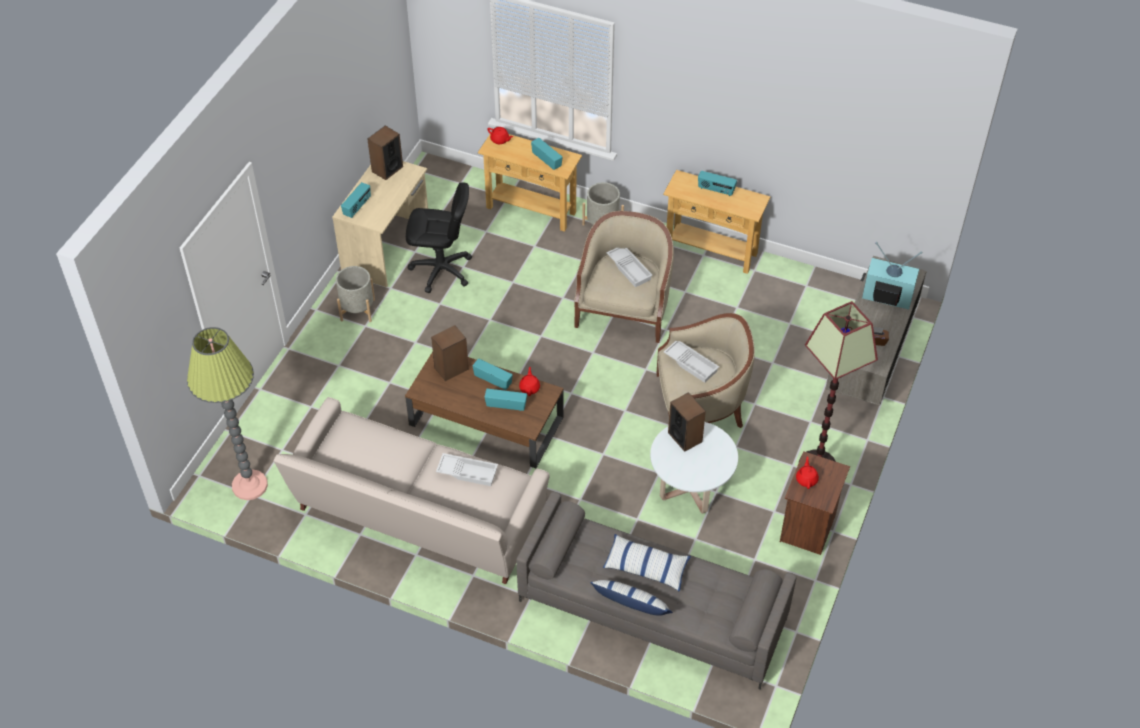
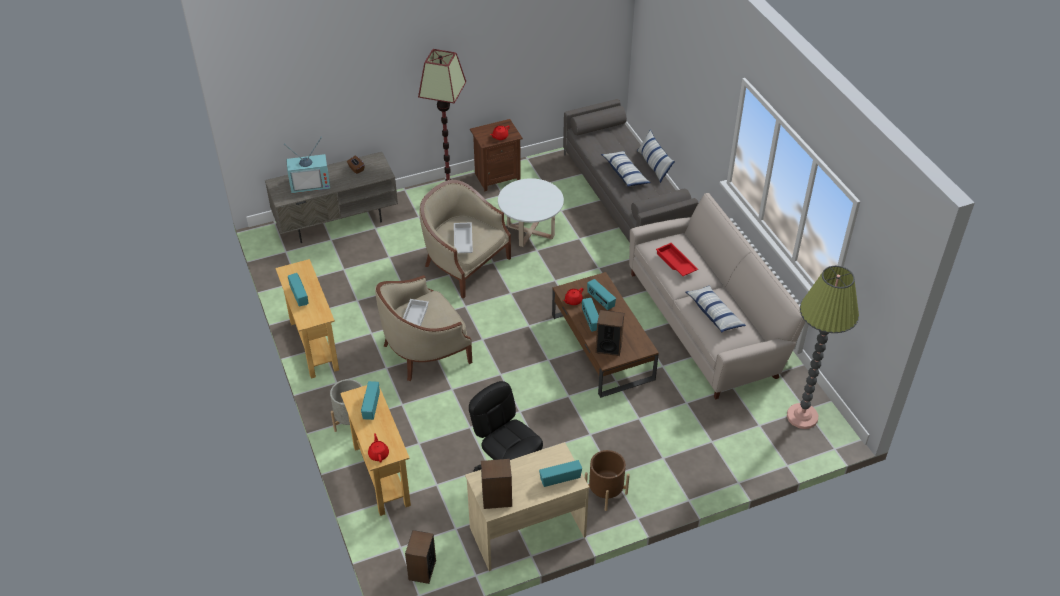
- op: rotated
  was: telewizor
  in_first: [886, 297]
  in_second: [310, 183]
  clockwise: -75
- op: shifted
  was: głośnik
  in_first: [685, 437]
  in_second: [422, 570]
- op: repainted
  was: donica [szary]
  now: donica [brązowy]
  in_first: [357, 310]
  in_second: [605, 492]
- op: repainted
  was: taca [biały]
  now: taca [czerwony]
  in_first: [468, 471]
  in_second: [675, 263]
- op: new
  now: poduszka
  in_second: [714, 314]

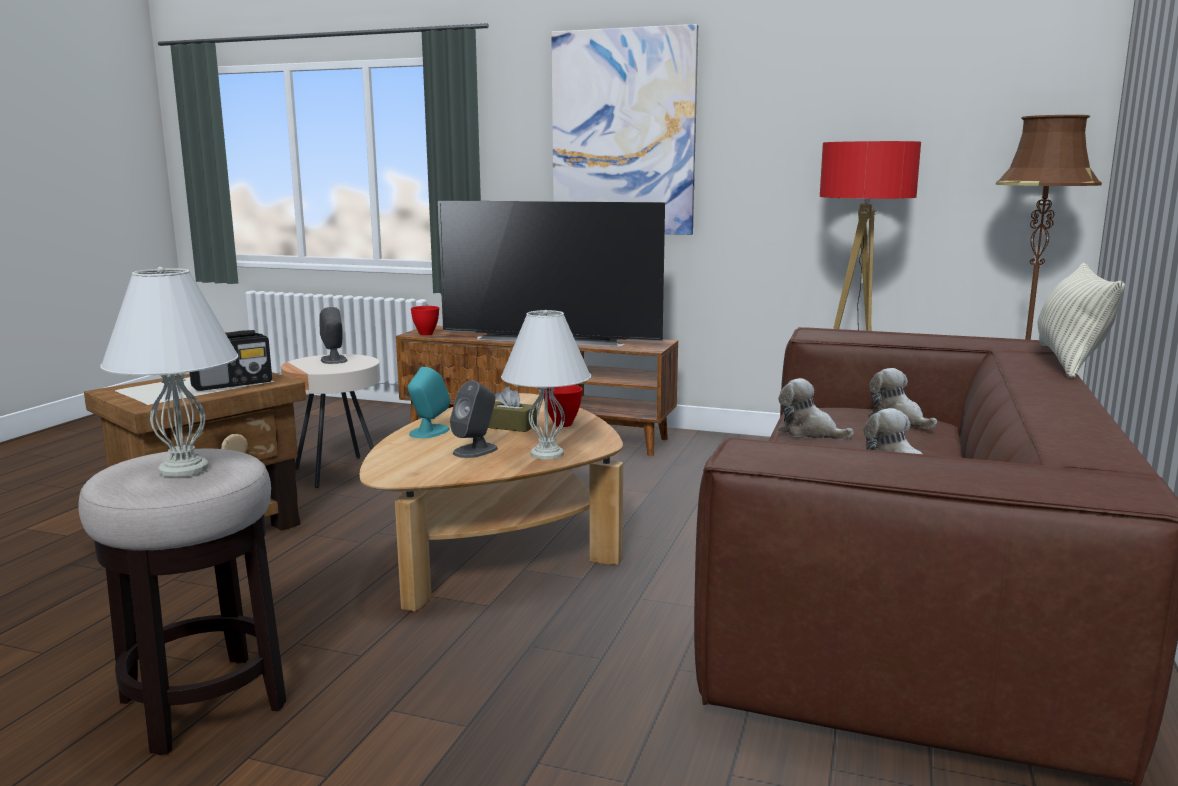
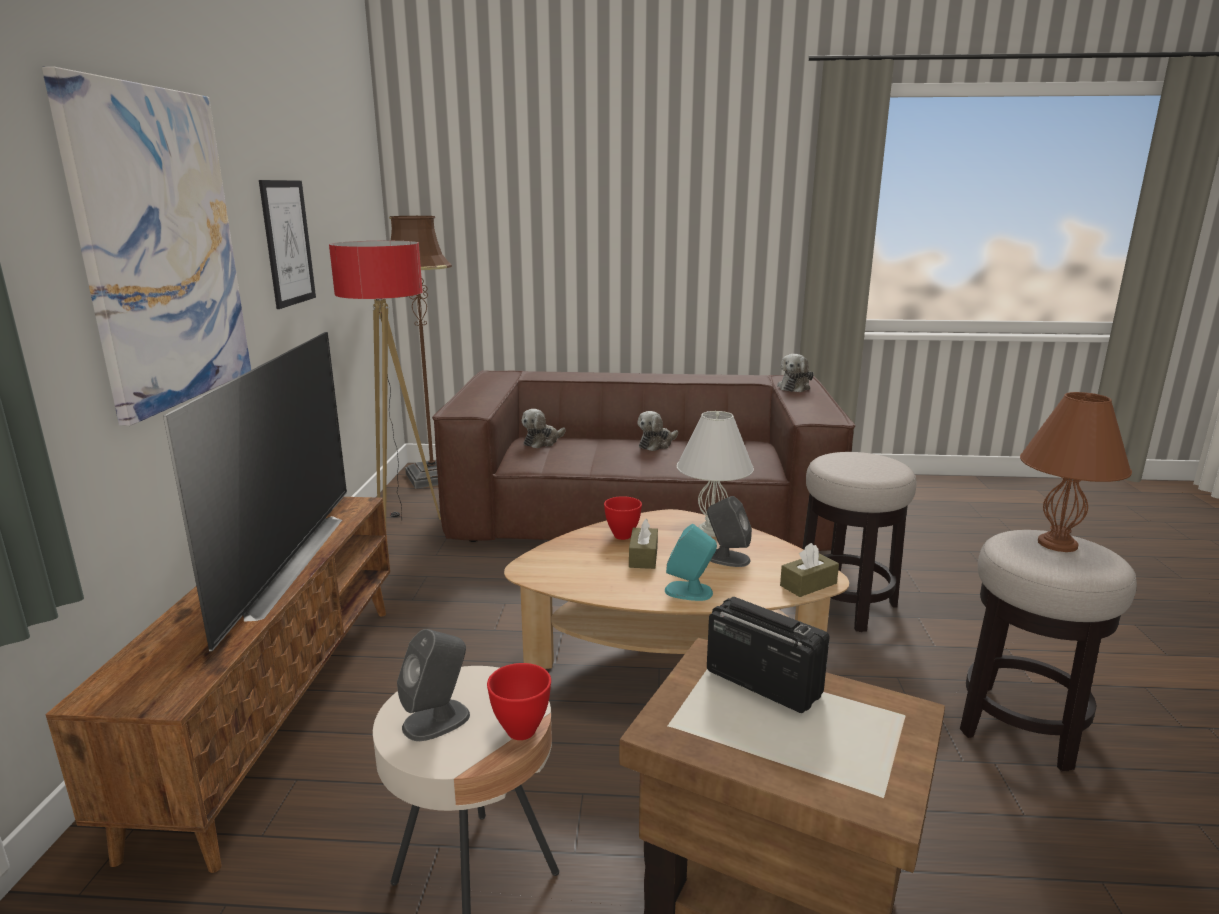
- op: new
  now: obraz
  in_second: [288, 243]
- op: shifted
  was: miska [czerwony]
  in_first: [425, 334]
  in_second: [520, 732]
- op: shifted
  was: pluszak
  in_first: [809, 432]
  in_second: [794, 387]
- op: new
  now: pudełko chusteczek [brązowy]
  in_second: [808, 584]
- op: new
  now: stołek
  in_second: [846, 605]
- op: repainted
  was: lampa stołowa [biały]
  now: lampa stołowa [brązowy]
  in_first: [185, 468]
  in_second: [1056, 544]
- op: gone
  was: poduszka
  in_first: [1069, 361]

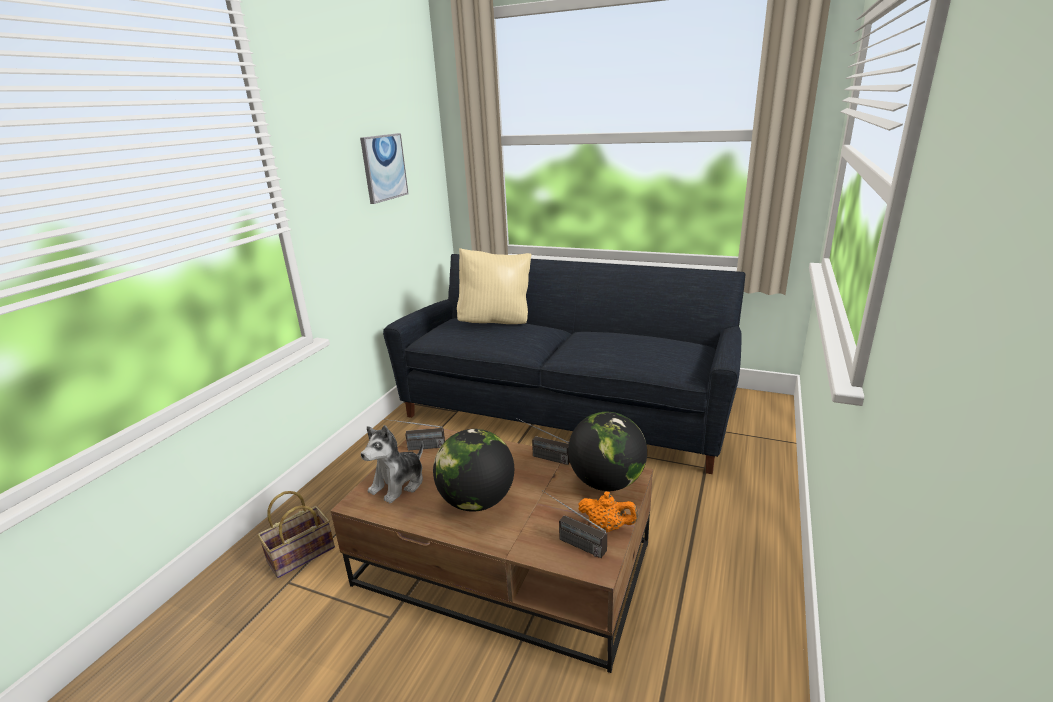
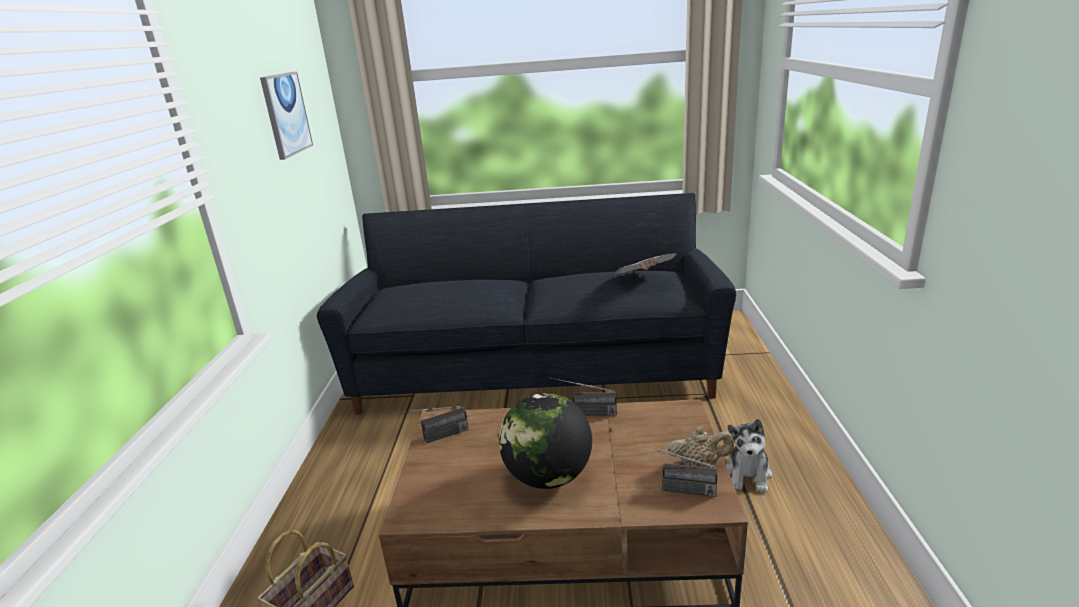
- op: new
  now: gazeta
  in_second: [644, 280]
- op: repainted
  was: imbryk [pomarańczowy]
  now: imbryk [beżowy]
  in_first: [607, 527]
  in_second: [699, 465]
- op: shifted
  was: pluszak
  in_first: [398, 484]
  in_second: [748, 474]
- op: gone
  was: poduszka [beżowy]
  in_first: [496, 322]
- op: gone
  was: globus
  in_first: [606, 482]

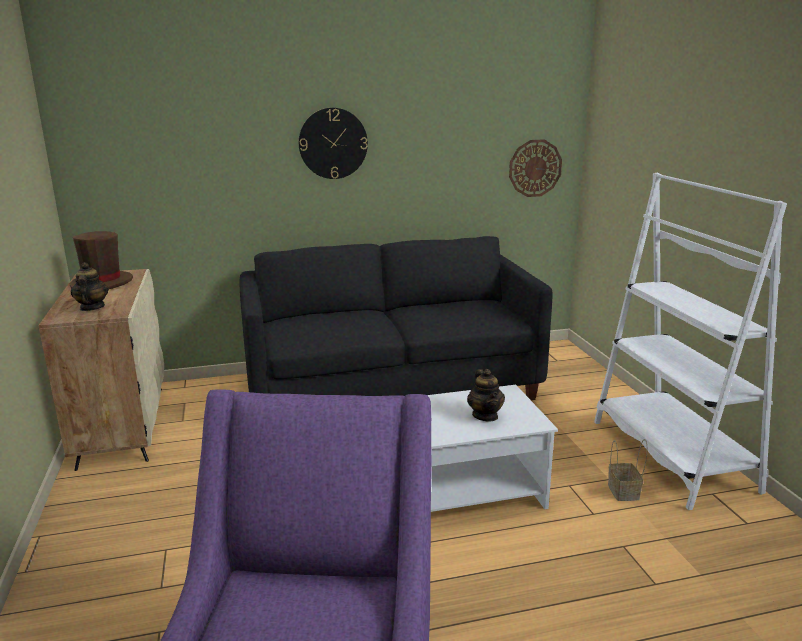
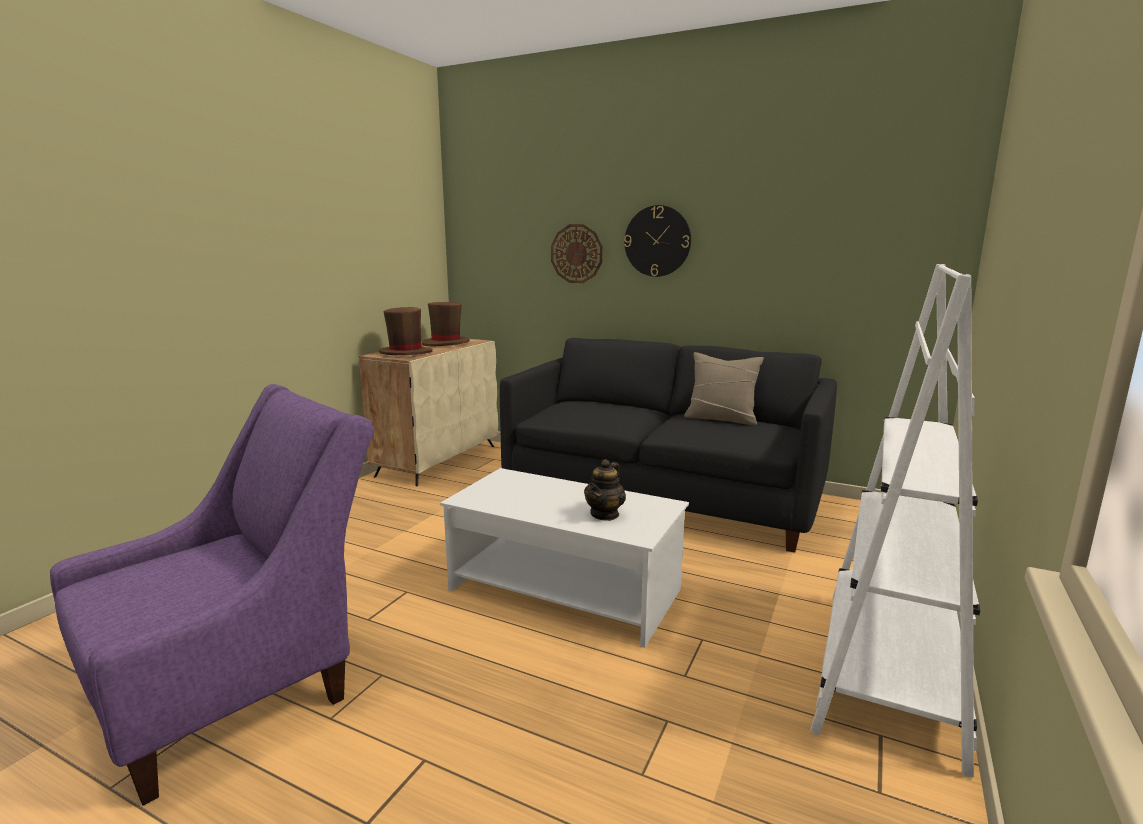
- op: swapped
  was: imbryk
  now: kapelusz [brązowy]
  in_first: [92, 307]
  in_second: [405, 353]
- op: shifted
  was: zegar ścienny
  in_first: [535, 168]
  in_second: [576, 253]
- op: new
  now: poduszka [beżowy]
  in_second: [721, 419]
- op: gone
  was: koszyk
  in_first: [624, 492]

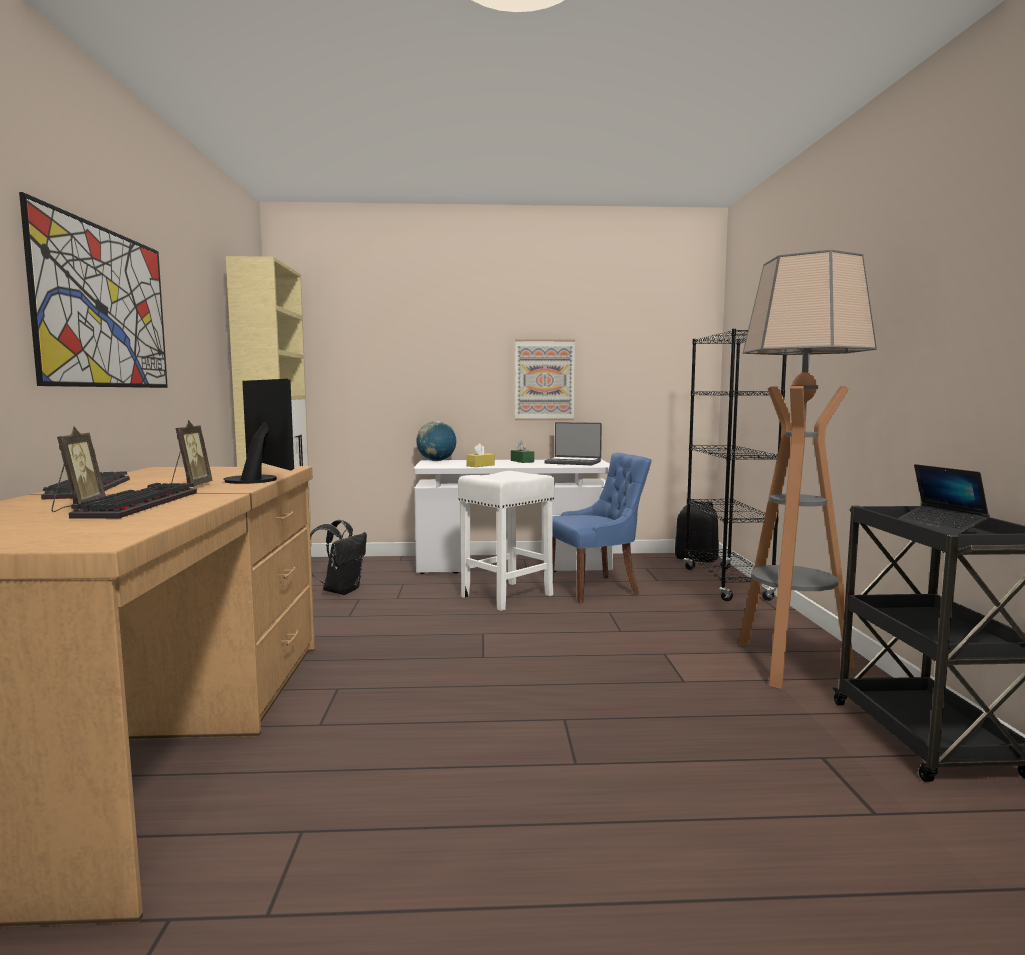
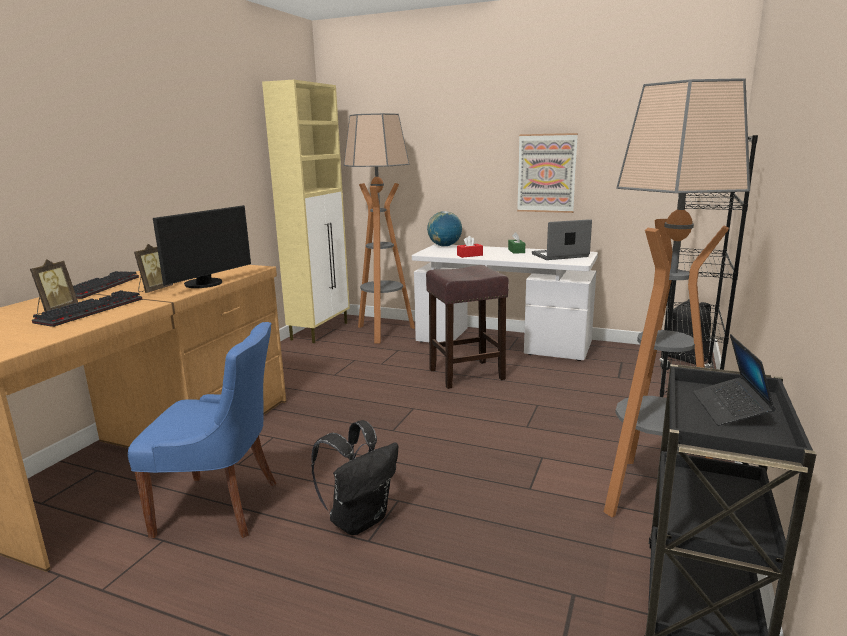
- op: shifted
  was: krzesło [niebieski]
  in_first: [595, 588]
  in_second: [221, 507]
- op: rotated
  was: monitor
  in_first: [257, 479]
  in_second: [206, 284]
  clockwise: 45
- op: shifted
  was: plecak [czarny]
  in_first: [341, 590]
  in_second: [359, 519]
- op: new
  now: lampa stojąca
  in_second: [383, 332]
- op: repainted
  was: stołek [biały]
  now: stołek [brązowy]
  in_first: [506, 596]
  in_second: [465, 374]
- op: repainted
  was: pudełko chusteczek [żółty]
  now: pudełko chusteczek [czerwony]
  in_first: [480, 465]
  in_second: [469, 255]
- op: rotated
  was: laptop
  in_first: [573, 462]
  in_second: [560, 256]
  clockwise: 120
- op: gone
  was: obraz
  in_first: [105, 308]

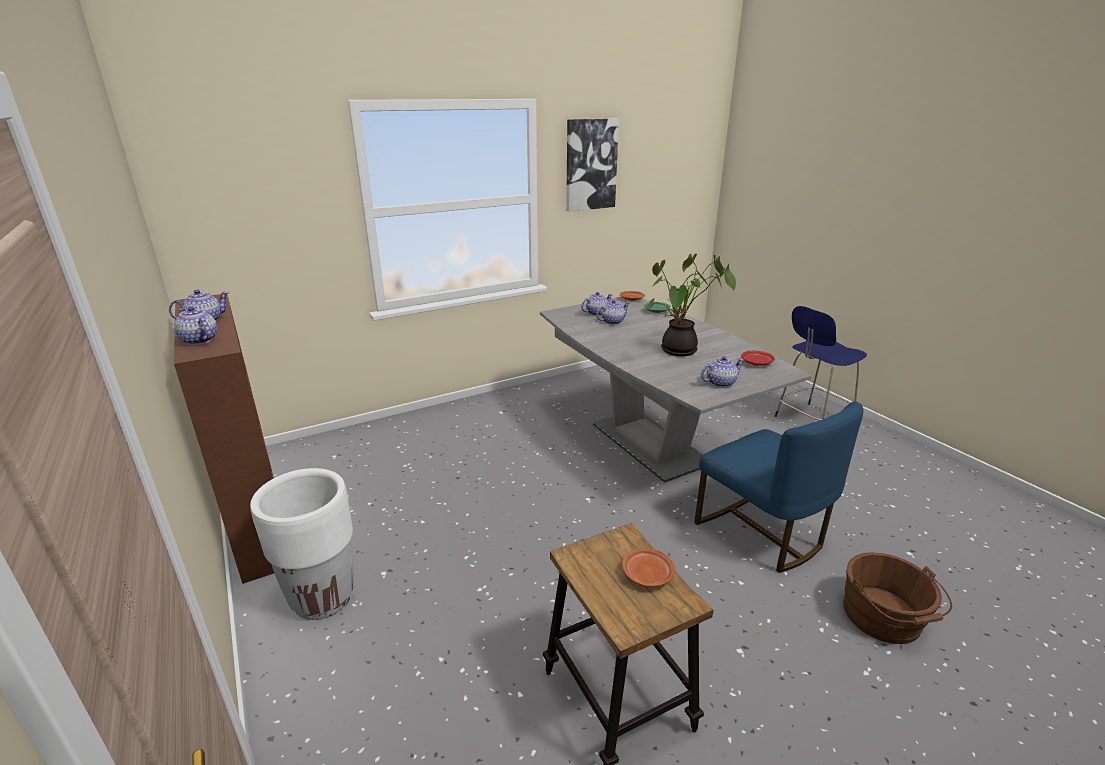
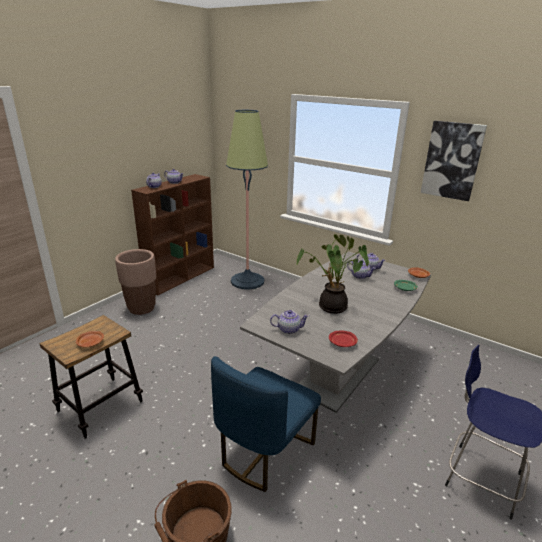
- op: repainted
  was: donica [biały]
  now: donica [brązowy]
  in_first: [323, 598]
  in_second: [141, 308]
- op: new
  now: lampa stojąca
  in_second: [247, 281]
- op: rotated
  was: imbryk
  in_first: [720, 383]
  in_second: [288, 329]
  clockwise: -45

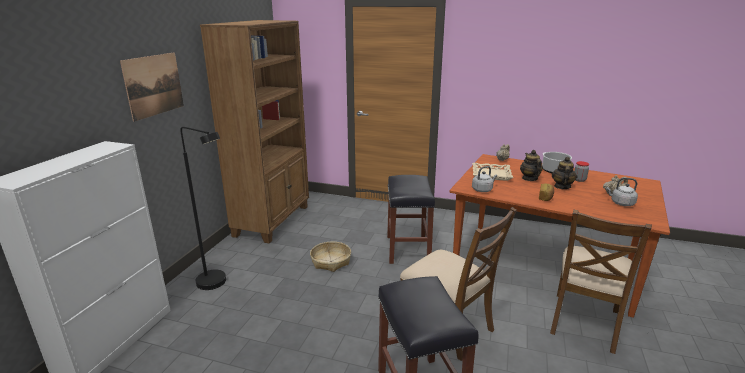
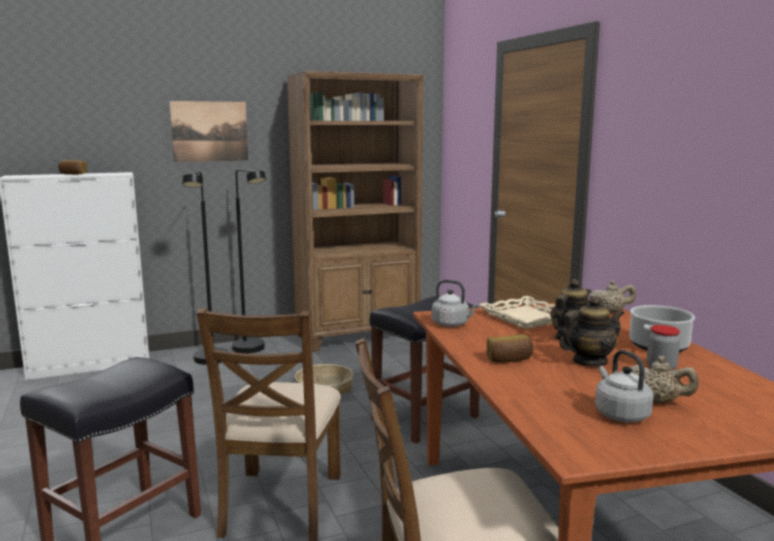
- op: new
  now: chleb
  in_second: [72, 174]
- op: new
  now: lampa stojąca [czarny]
  in_second: [252, 350]

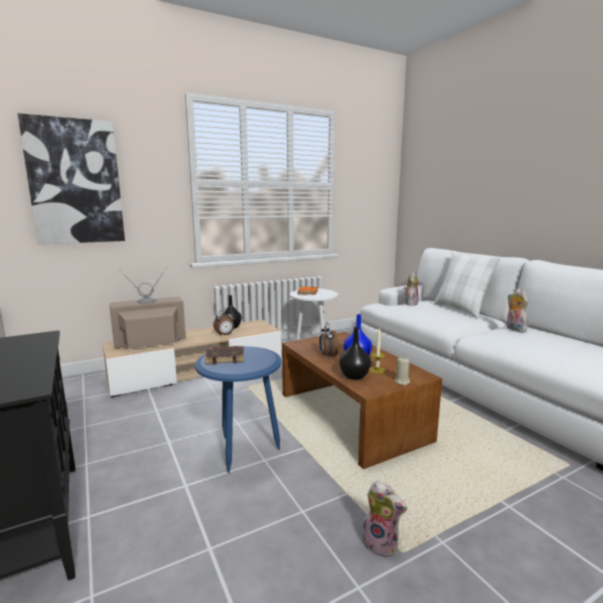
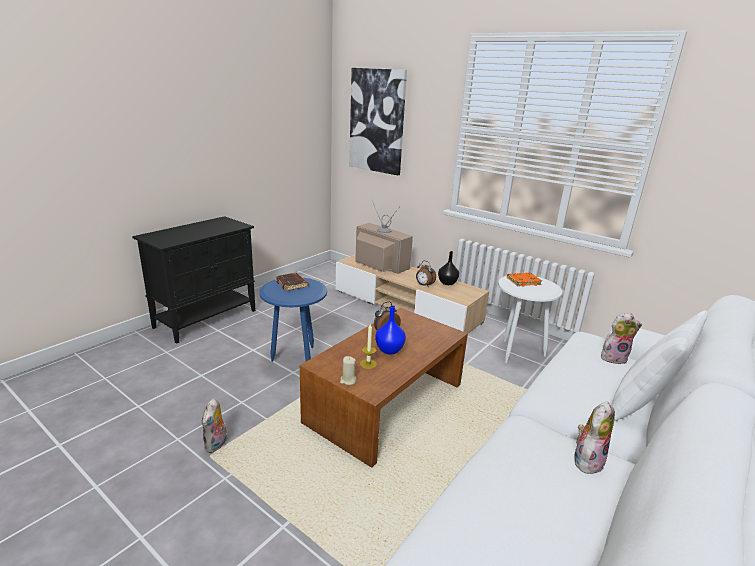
- op: gone
  was: wazon [czarny]
  in_first: [355, 376]

